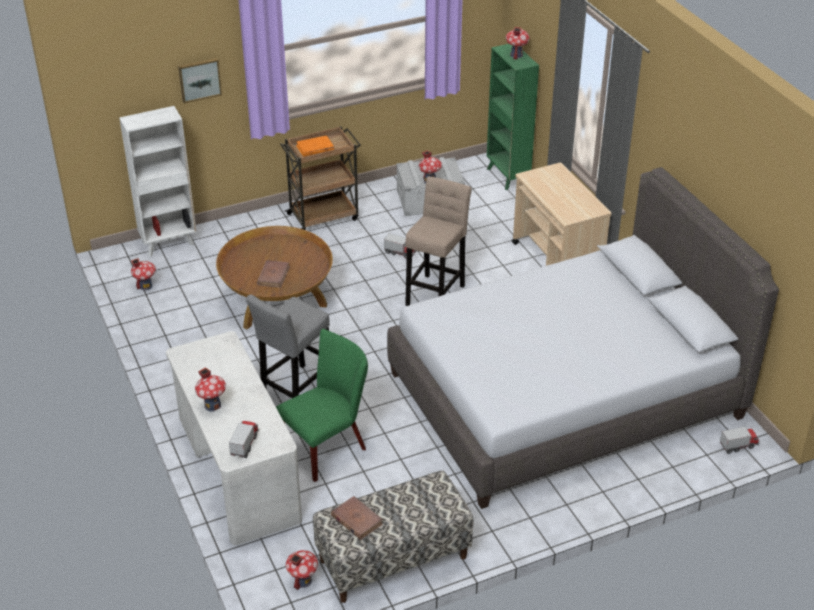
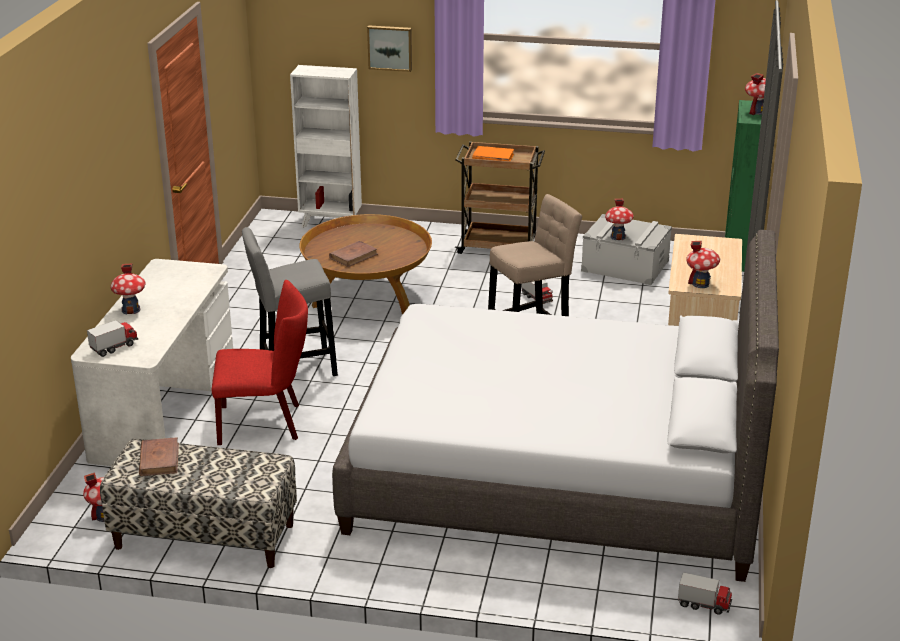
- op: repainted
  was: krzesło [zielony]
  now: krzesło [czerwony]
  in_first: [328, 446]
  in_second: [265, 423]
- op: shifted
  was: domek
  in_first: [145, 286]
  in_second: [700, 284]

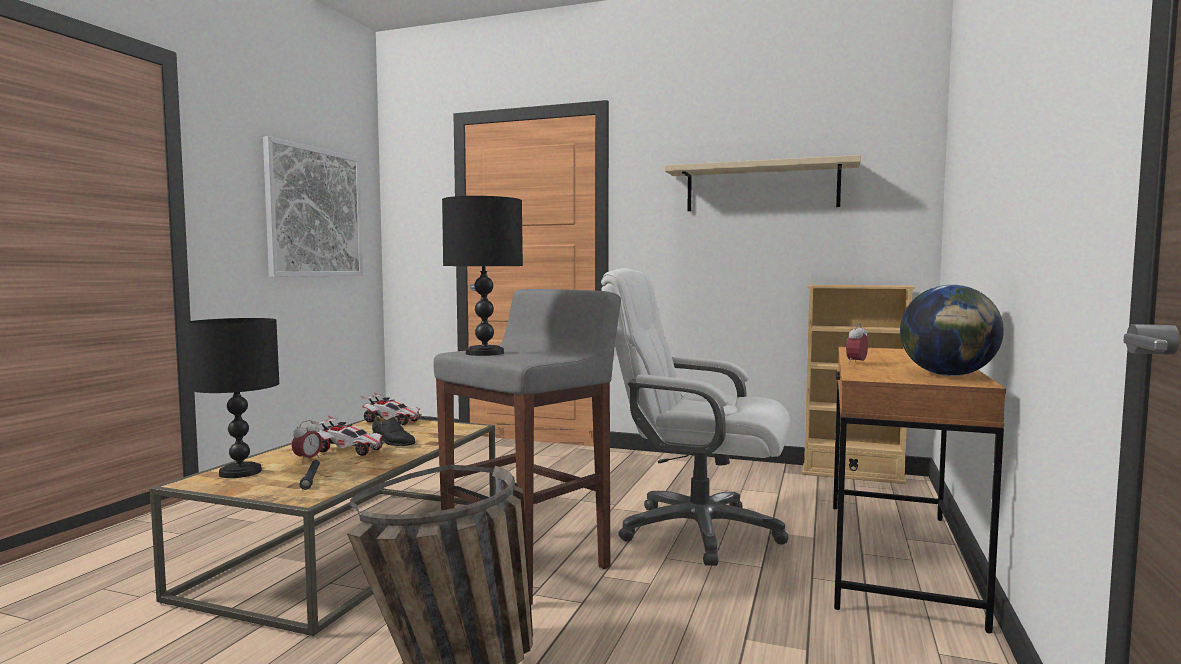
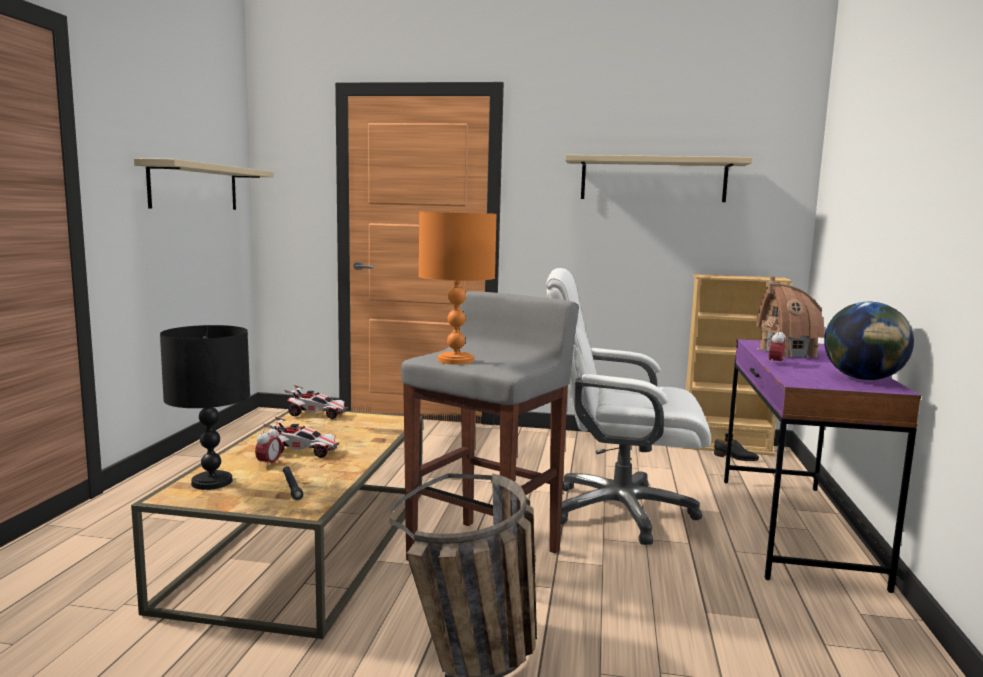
- op: swapped
  was: obraz
  now: półka [beżowy]
  in_first: [314, 212]
  in_second: [194, 187]
- op: repainted
  was: lampa stołowa [czarny]
  now: lampa stołowa [pomarańczowy]
  in_first: [483, 353]
  in_second: [454, 360]
- op: shifted
  was: but [czarny]
  in_first: [393, 442]
  in_second: [735, 458]
- op: repainted
  was: biurko [brązowy]
  now: biurko [fioletowy]
  in_first: [895, 558]
  in_second: [794, 528]
- op: new
  now: domek
  in_second: [787, 353]

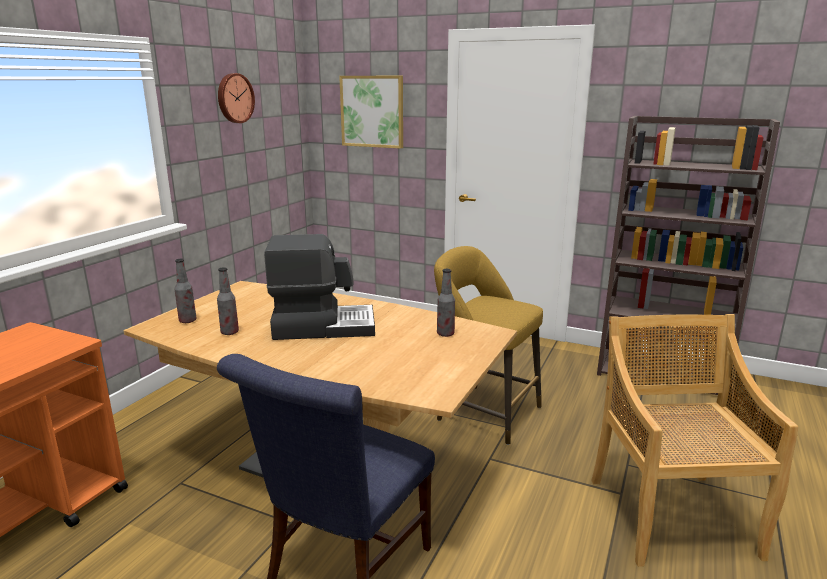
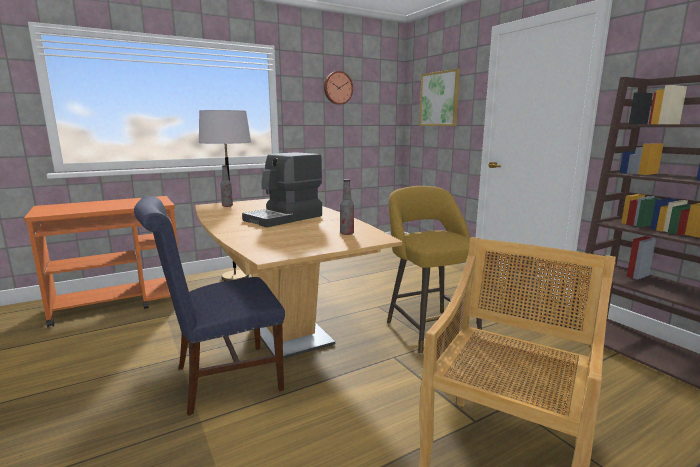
- op: new
  now: lampa stojąca [szary]
  in_second: [235, 277]
- op: rotated
  was: ekspres do kawy
  in_first: [323, 326]
  in_second: [285, 218]
  clockwise: 105
- op: gone
  was: butelka
  in_first: [229, 332]

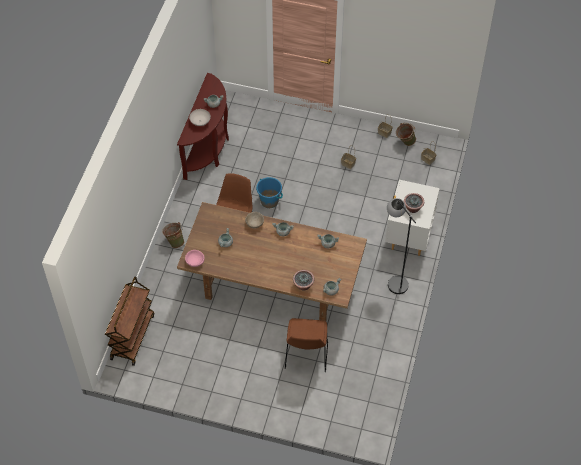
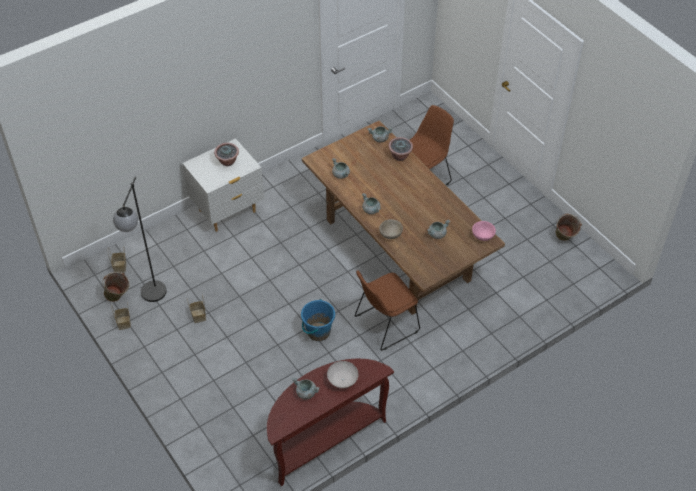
- op: shifted
  was: lampa stojąca [czarny]
  in_first: [393, 279]
  in_second: [151, 299]
- op: shifted
  was: wiadro [zielony]
  in_first: [174, 241]
  in_second: [564, 239]
- op: gone
  was: wózek [brązowy]
  in_first: [132, 336]

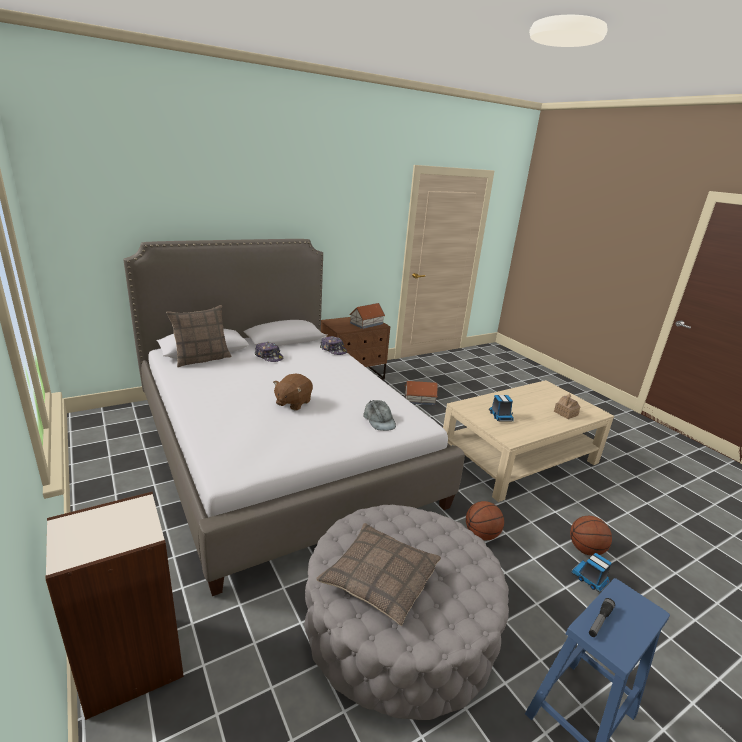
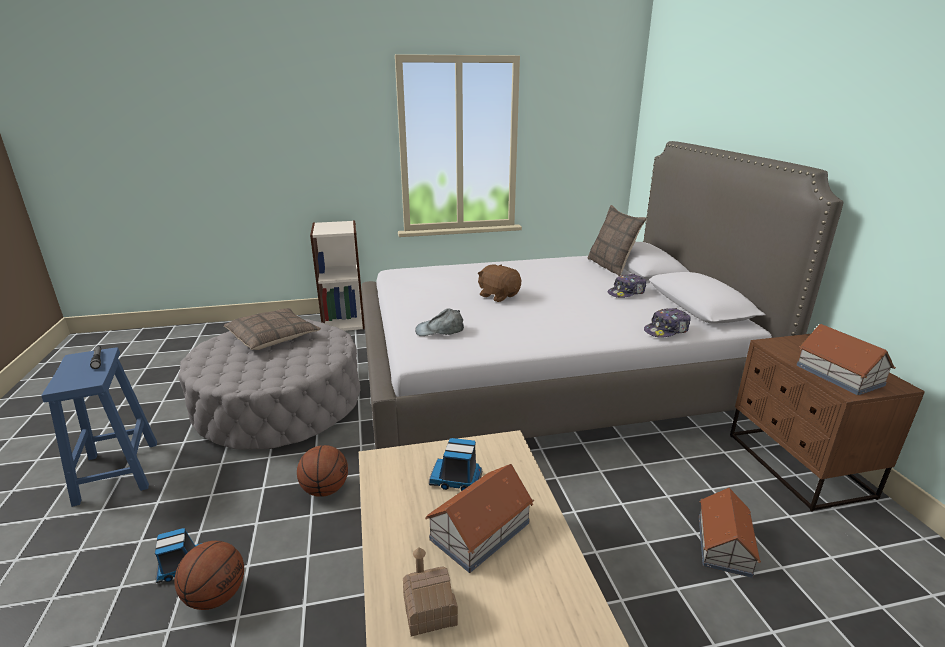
- op: new
  now: domek
  in_second: [479, 531]

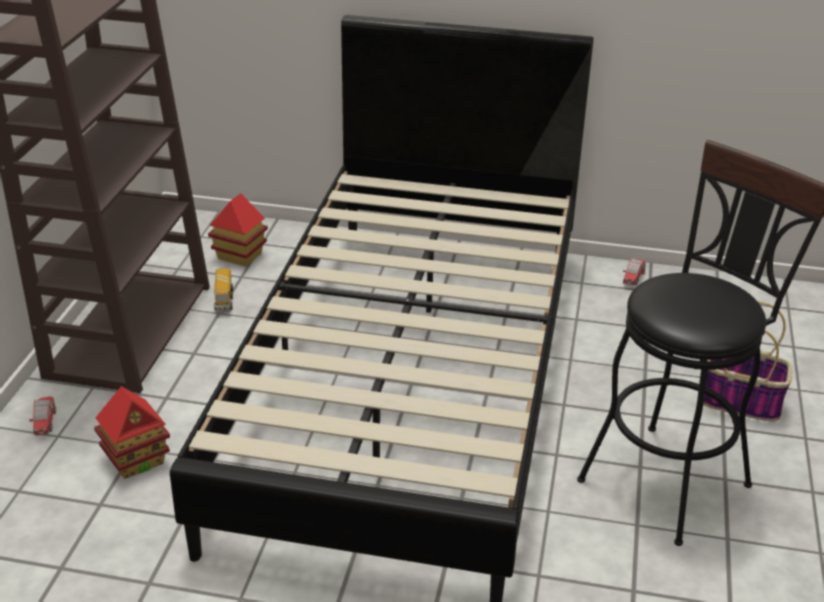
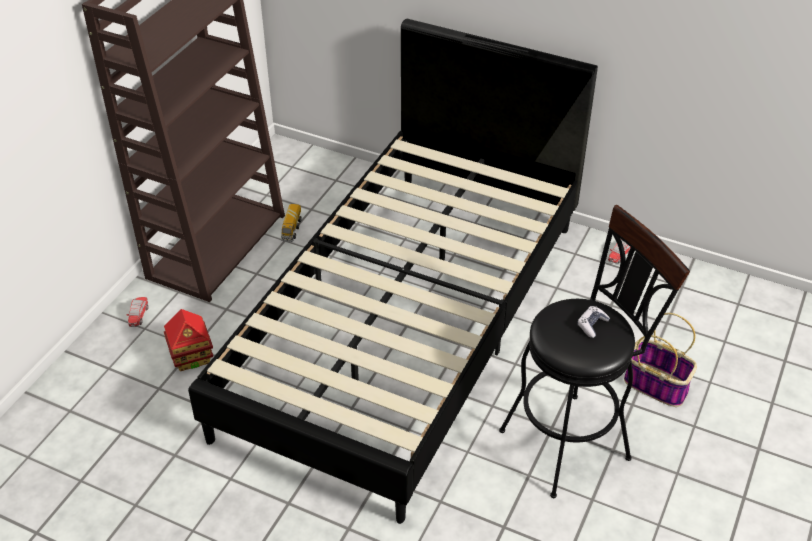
- op: new
  now: pad do gier
  in_second: [592, 325]
- op: gone
  was: domek
  in_first: [239, 256]

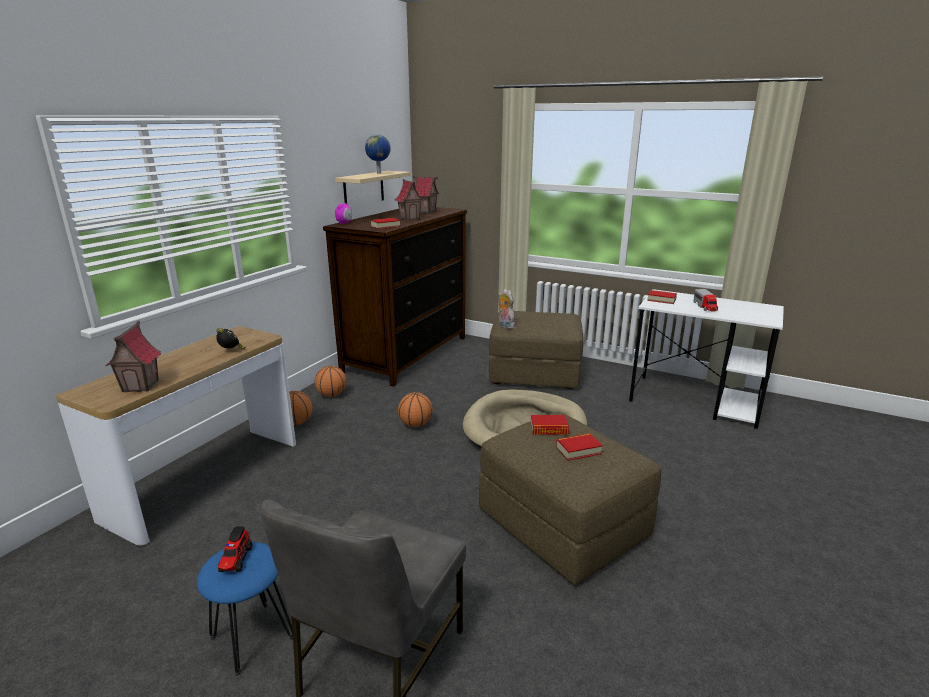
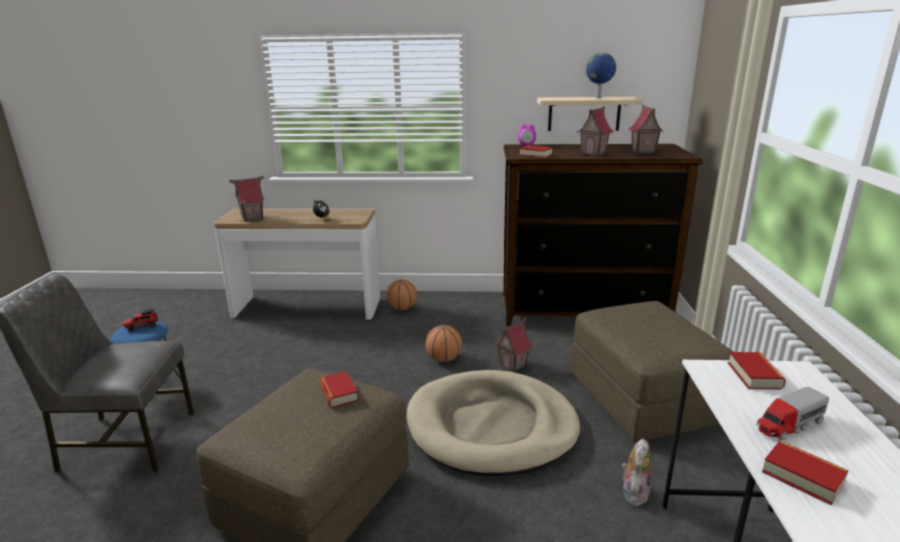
- op: new
  now: domek
  in_second: [513, 365]
- op: shifted
  was: pluszak
  in_first: [505, 326]
  in_second: [633, 492]
- op: shifted
  was: książka
  in_first: [578, 450]
  in_second: [802, 477]
- op: gone
  was: piłka do koszykówki
  in_first: [332, 395]

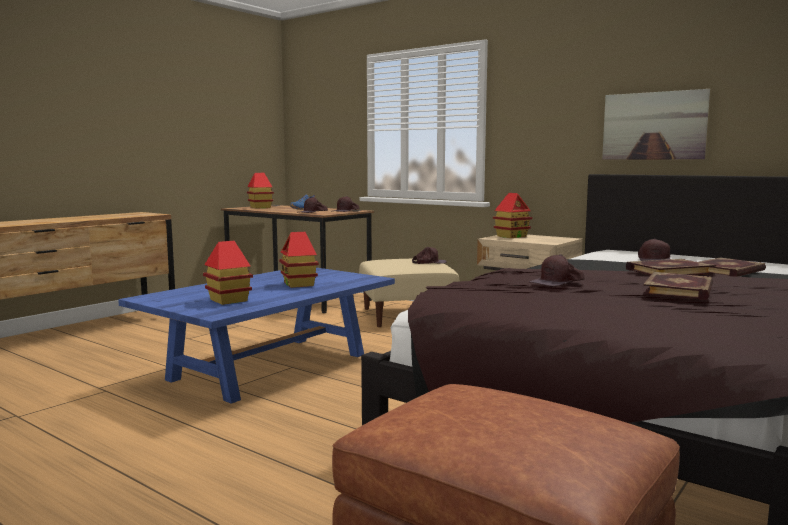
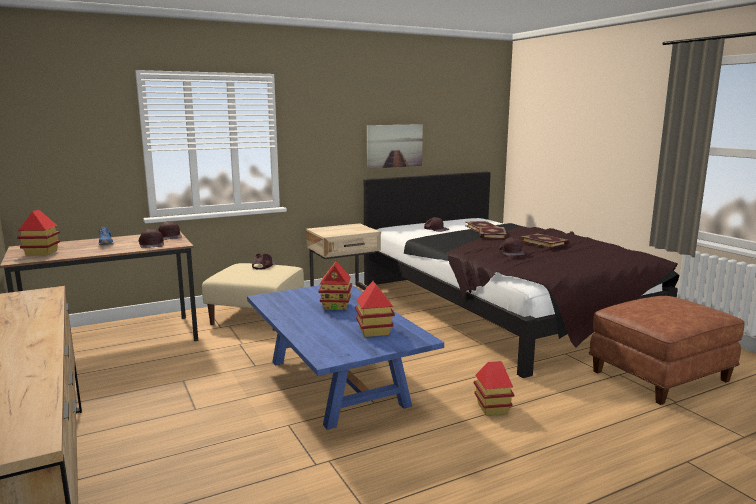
- op: shifted
  was: domek
  in_first: [511, 236]
  in_second: [492, 408]

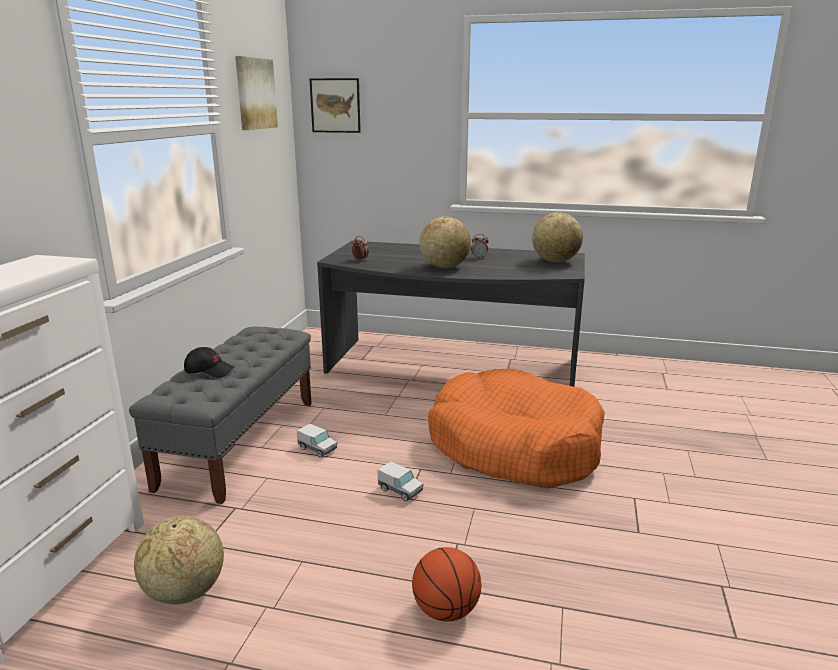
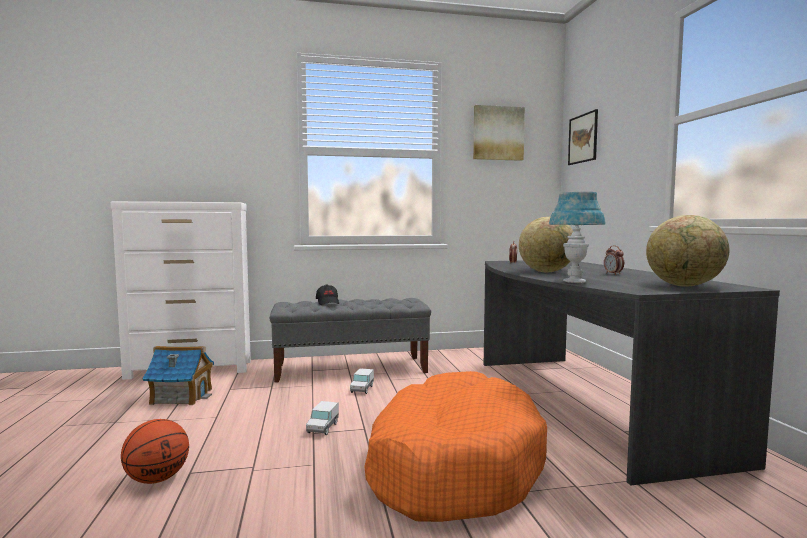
- op: swapped
  was: globus
  now: domek
  in_first: [184, 592]
  in_second: [181, 396]
- op: new
  now: lampa stołowa [niebieski]
  in_second: [574, 281]

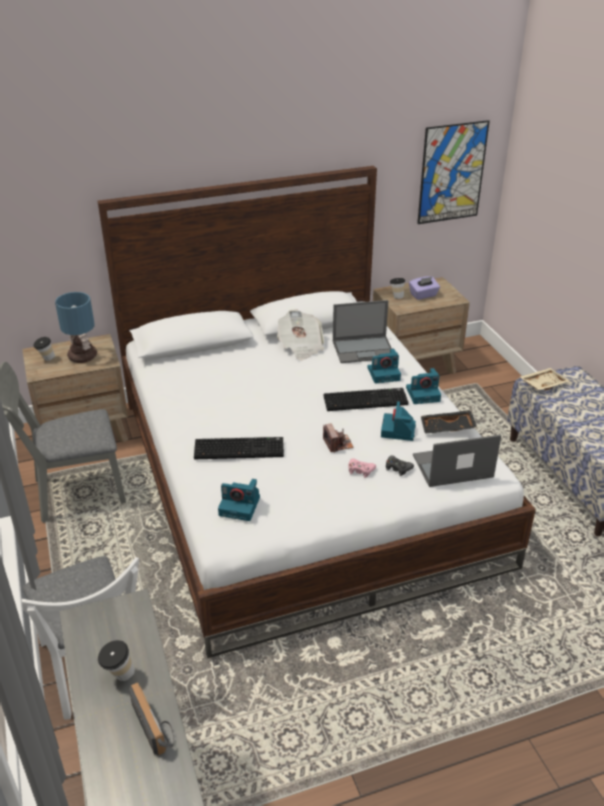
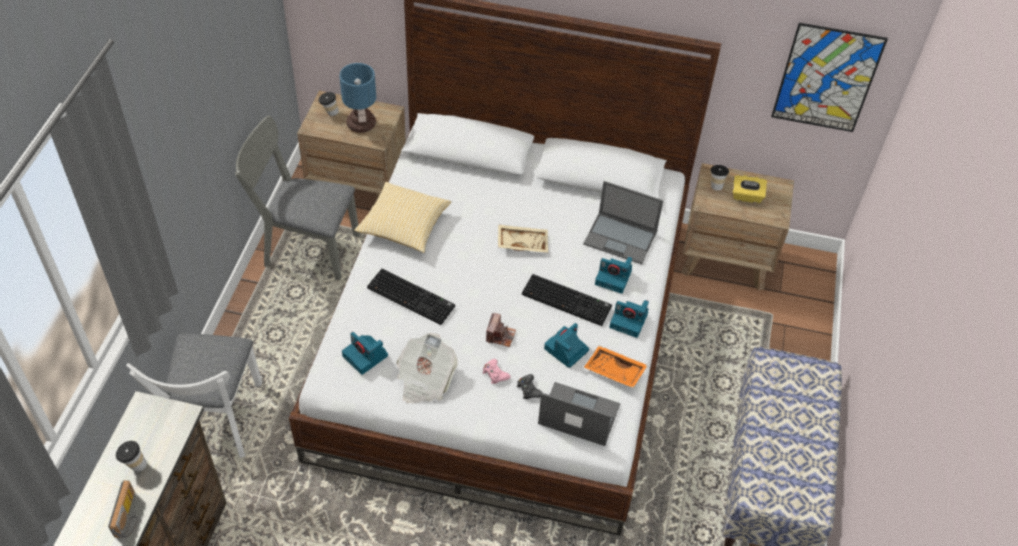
- op: new
  now: poduszka
  in_second: [404, 226]
- op: shifted
  was: gazeta
  in_first: [300, 346]
  in_second: [425, 379]
- op: shifted
  was: taca [beżowy]
  in_first: [542, 384]
  in_second: [522, 242]
- op: repainted
  was: taca [czarny]
  now: taca [pomarańczowy]
  in_first: [447, 428]
  in_second: [614, 372]
- op: repainted
  was: pudełko chusteczek [fioletowy]
  now: pudełko chusteczek [żółty]
  in_first: [423, 295]
  in_second: [746, 196]

